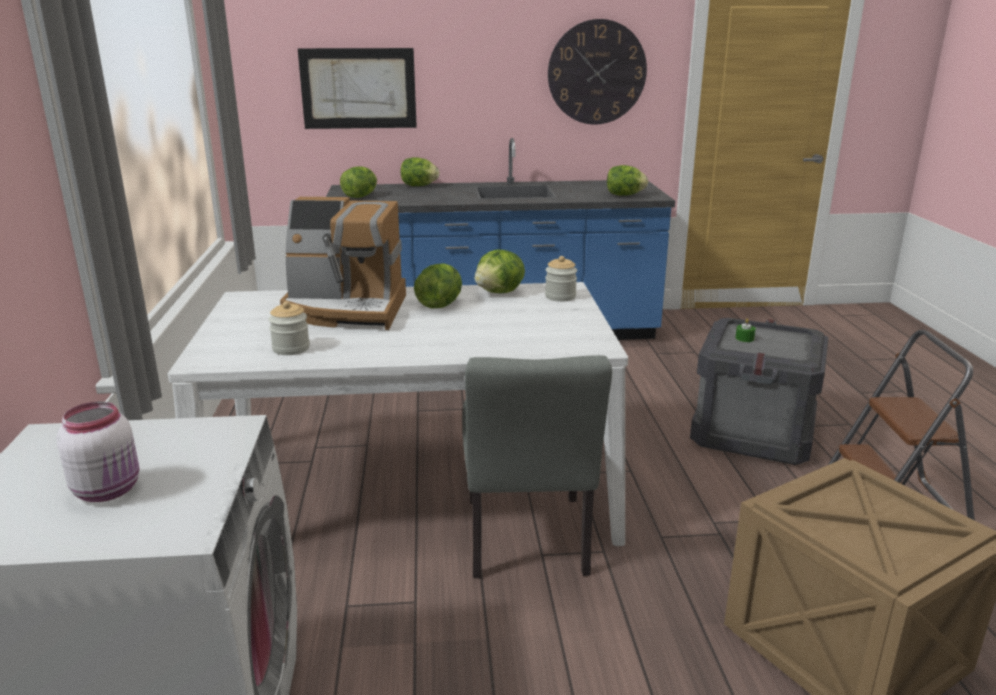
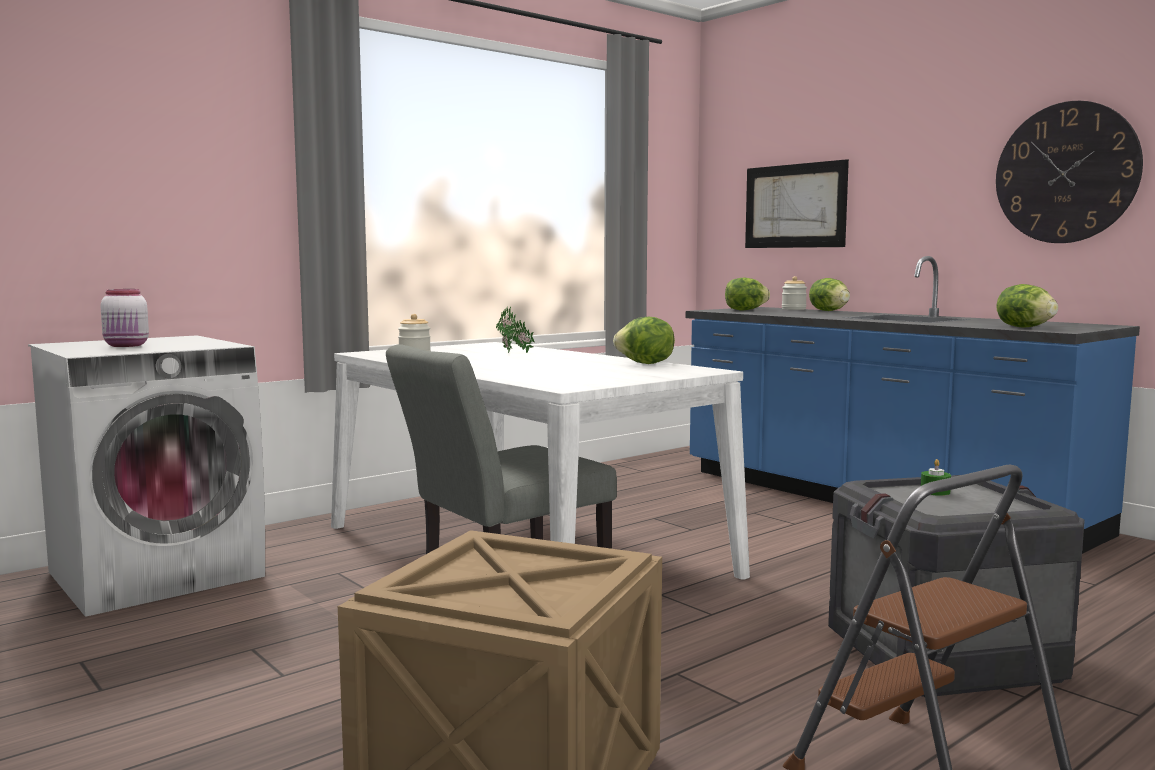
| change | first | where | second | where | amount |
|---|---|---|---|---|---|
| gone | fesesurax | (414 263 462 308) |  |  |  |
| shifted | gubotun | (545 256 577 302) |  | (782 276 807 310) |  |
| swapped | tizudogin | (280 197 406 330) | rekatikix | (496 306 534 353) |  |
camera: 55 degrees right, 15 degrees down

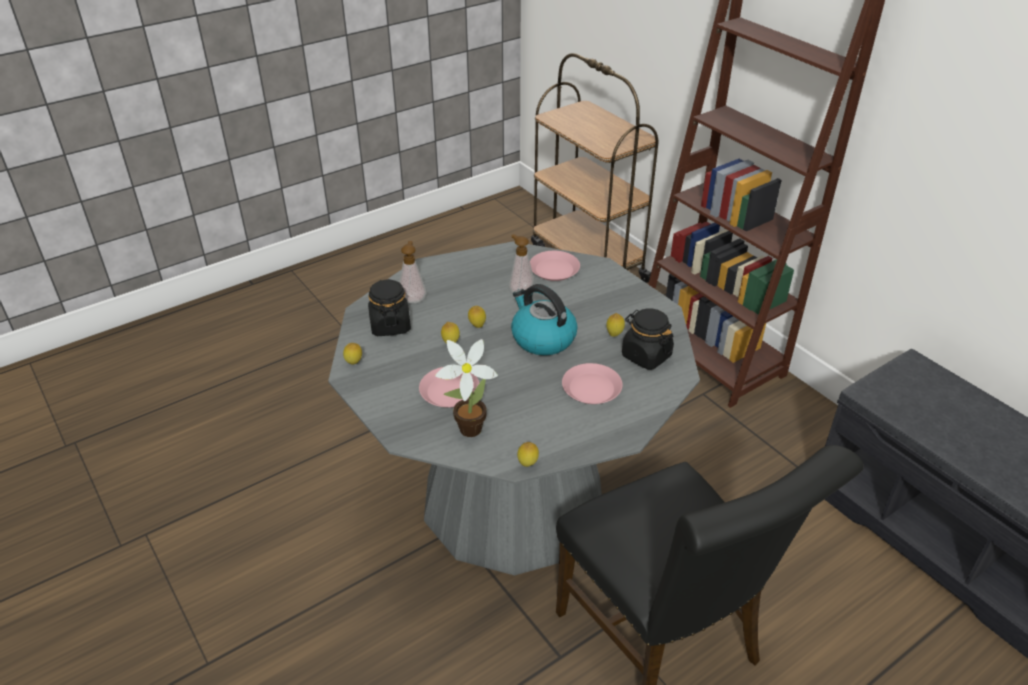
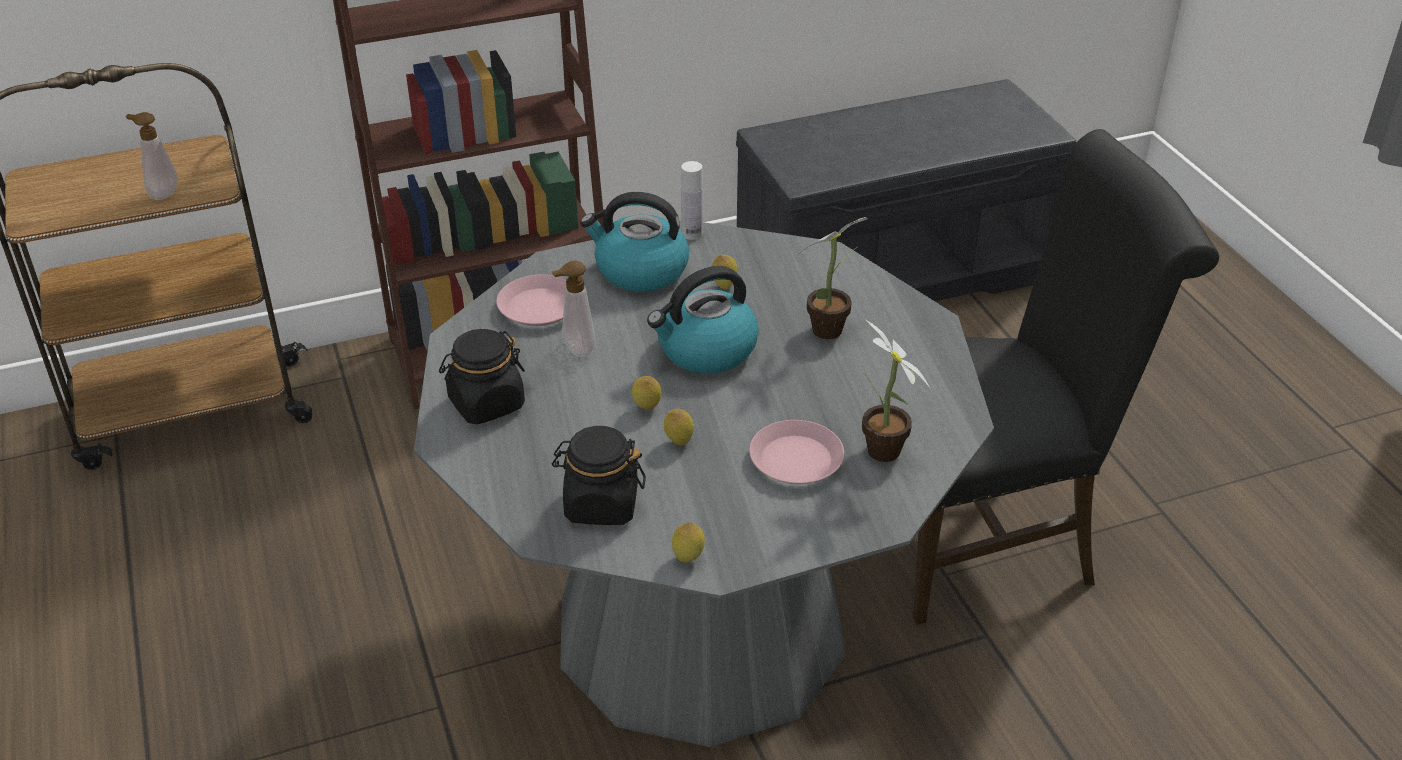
| change | first | where | second | where | amount |
|---|---|---|---|---|---|
| gone | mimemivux | (517 442 539 467) |  |  |  |
| new |  |  | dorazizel | (580 192 689 292) |  |
| new |  |  | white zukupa | (681 161 703 240) |  |
| shifted | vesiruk | (399 241 427 303) |  | (126 112 178 200) |  |
| shifted | black gubotun | (622 308 674 369) |  | (439 329 525 424) |  |
| swapped | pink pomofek | (562 363 623 404) | rekatikix | (797 217 868 339) |  |
camera: 75 degrees left, 0 degrees up

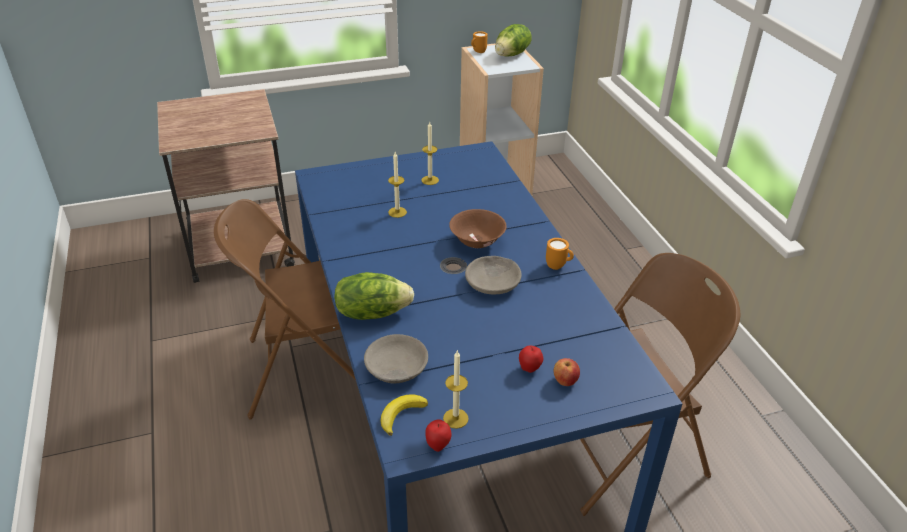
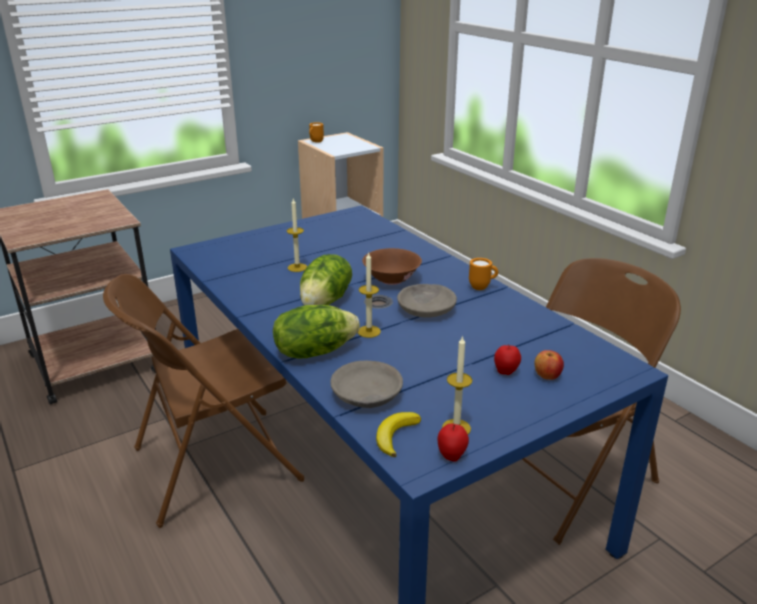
| change | first | where | second | where | amount |
|---|---|---|---|---|---|
| shifted | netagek | (421 122 439 185) |  | (358 252 381 338) |  |
| shifted | fesesurax | (495 24 532 56) |  | (300 254 352 305) |  |
camera: 15 degrees left, 10 degrees down

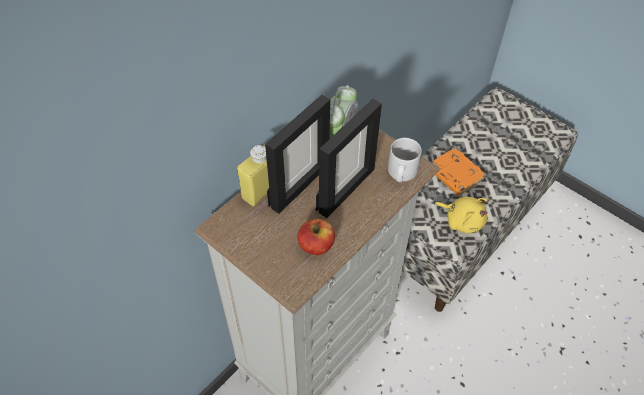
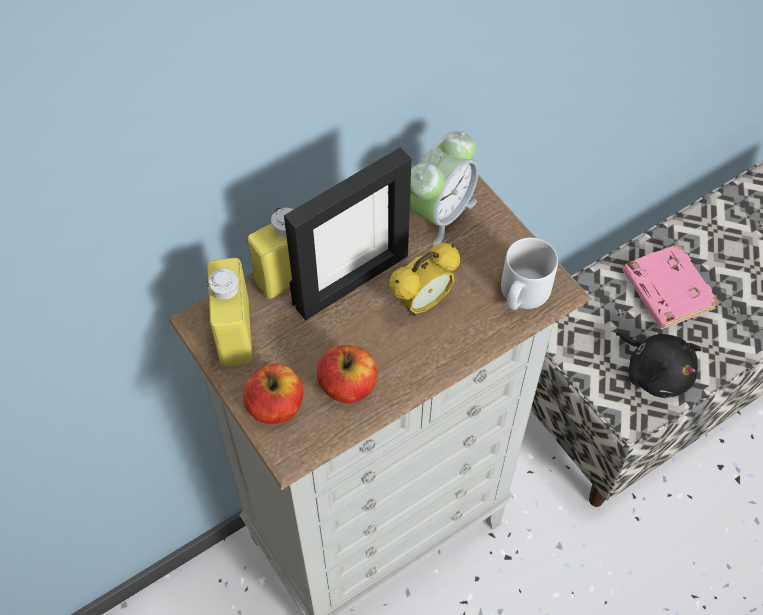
| change | first | where | second | where | amount |
|---|---|---|---|---|---|
| new |  |  | yellow zukupa | (207 258 253 366) |  |
| new |  |  | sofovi | (243 364 304 424) |  |
| swapped | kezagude | (316 99 382 218) | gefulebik | (389 243 460 316) |  |
| repainted | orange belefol | (432 147 486 196) | pink belefol | (623 244 719 329) |  |
| repainted | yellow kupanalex | (435 197 488 233) | black kupanalex | (616 331 702 398) |  |
camera: 15 degrees right, 5 degrees up

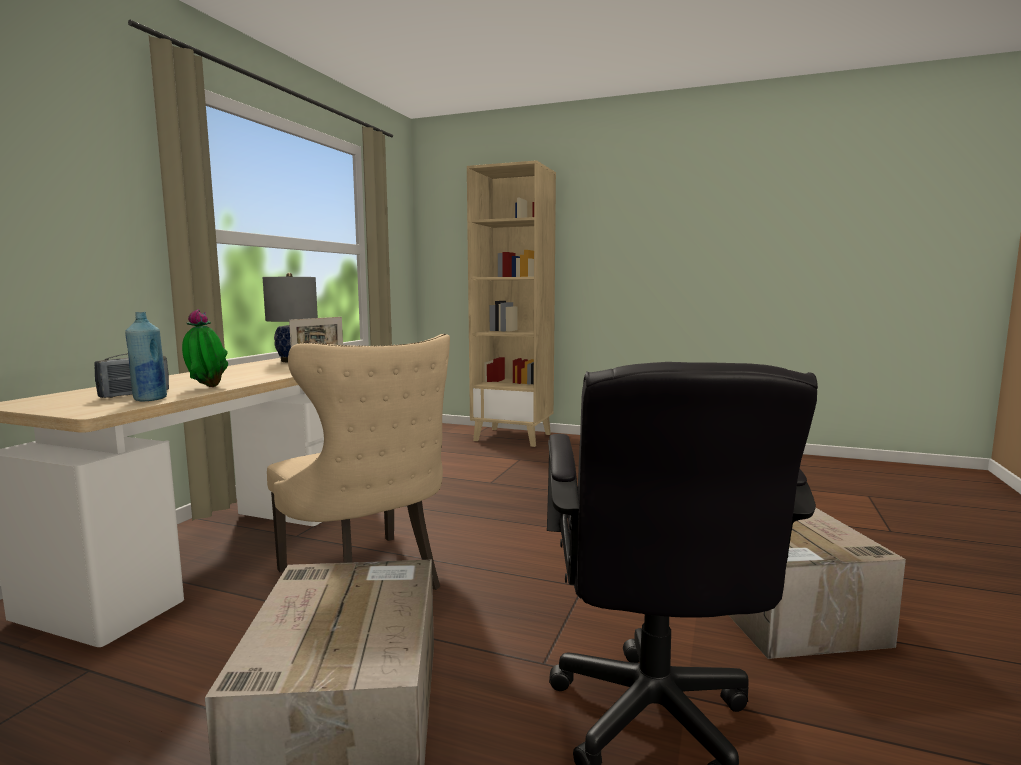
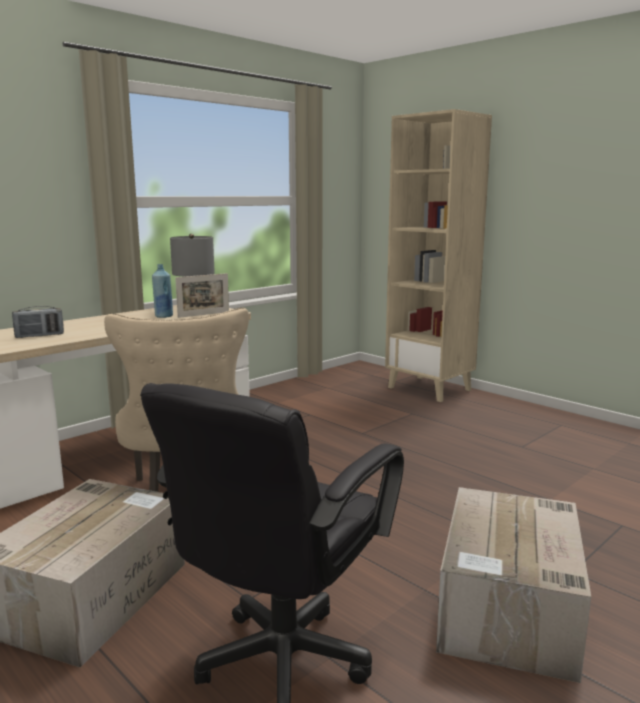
| change | first | where | second | where | amount |
|---|---|---|---|---|---|
| gone | rekatikix | (182 309 228 387) |  |  |  |
| shifted | blue zukupa | (125 312 167 402) |  | (152 264 173 318) |  |
camera: 25 degrees right, 5 degrees up

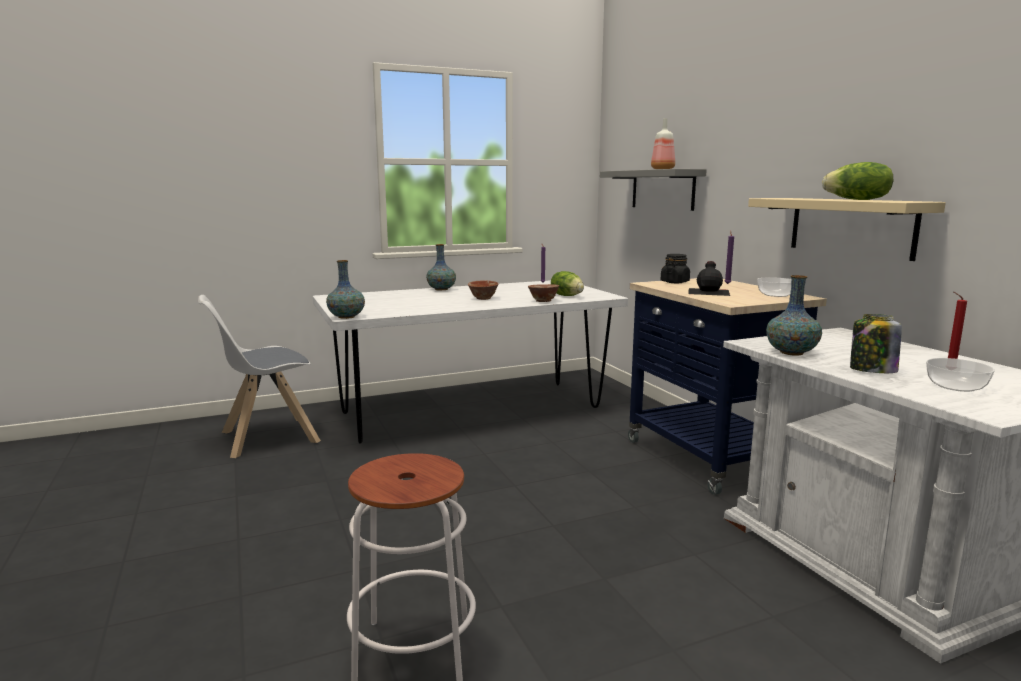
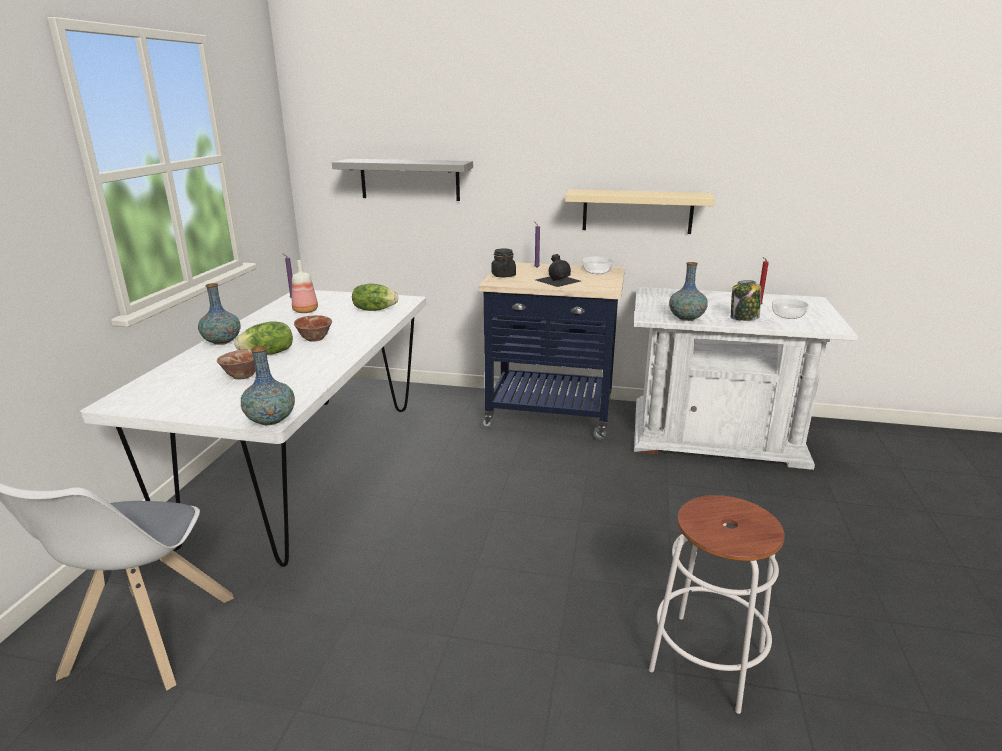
| change | first | where | second | where | amount |
|---|---|---|---|---|---|
| shifted | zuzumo | (528 284 559 302) |  | (217 349 256 380) |  |
| shifted | zukupa | (651 118 675 169) |  | (292 260 318 313) |  |
| shifted | fesesurax | (822 162 893 200) |  | (234 322 293 355) |  |
camera: 55 degrees left, 10 degrees up

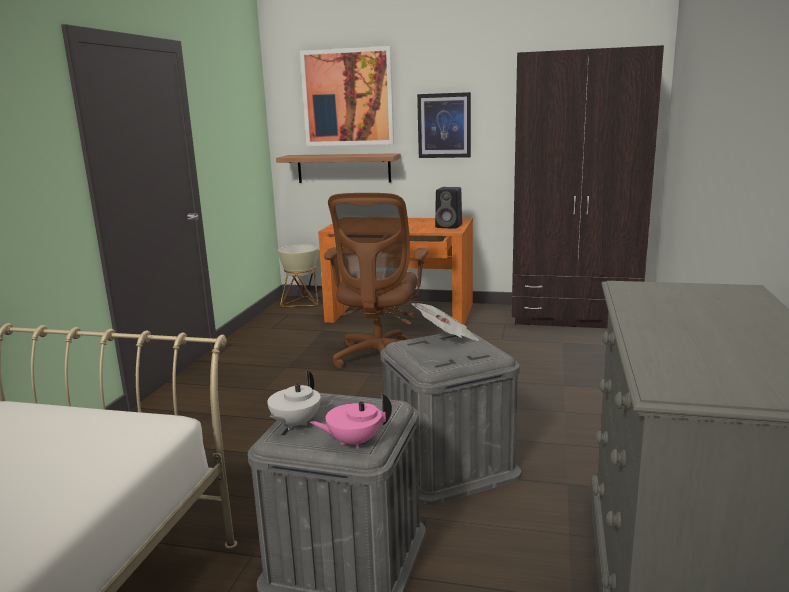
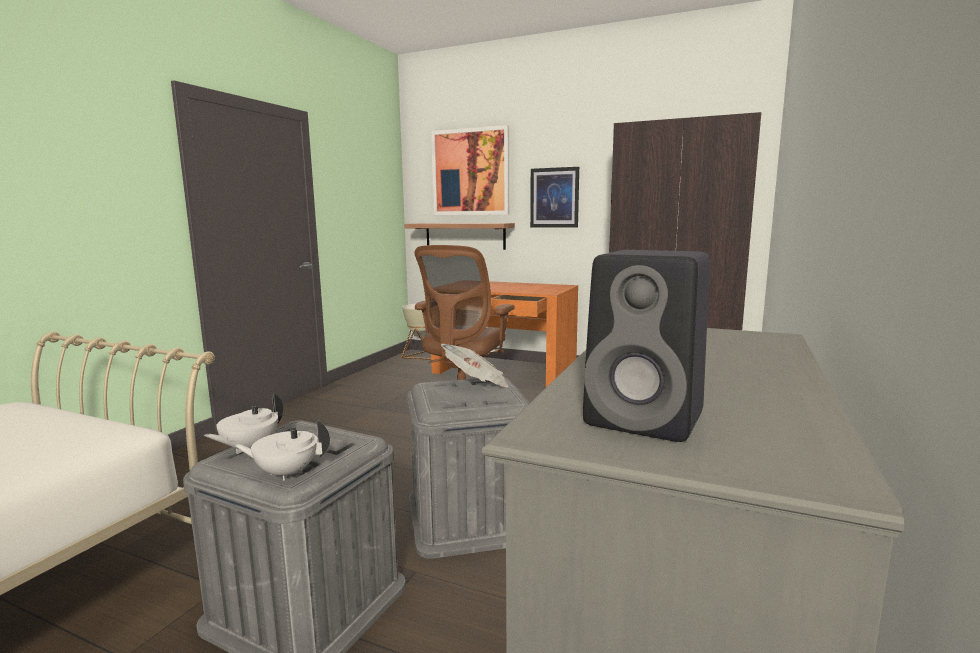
| change | first | where | second | where | amount |
|---|---|---|---|---|---|
| shifted | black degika | (435 187 462 229) |  | (583 250 710 442) |  |
| repainted | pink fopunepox | (310 393 392 449) | white fopunepox | (234 420 330 481) |  |
camera: 10 degrees right, 5 degrees down

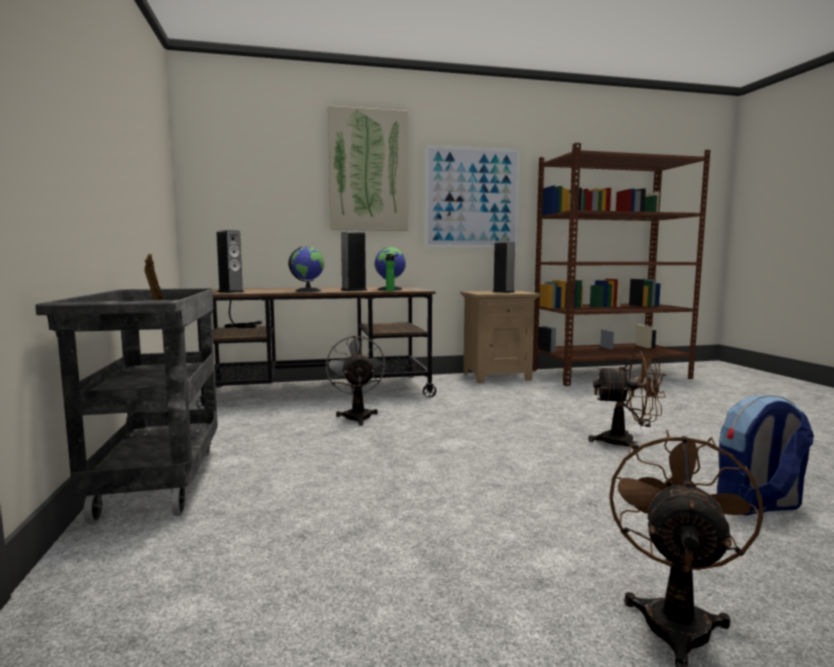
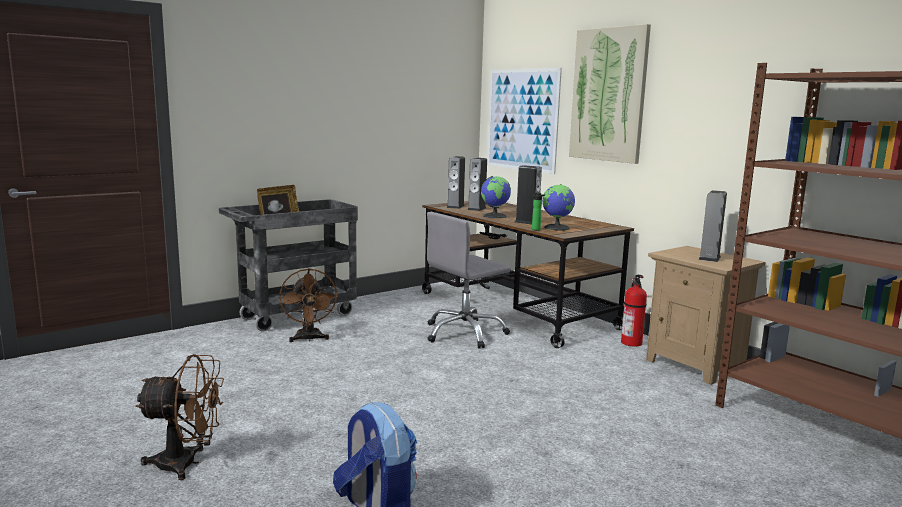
| change | first | where | second | where | amount |
|---|---|---|---|---|---|
| new |  |  | degika | (467 158 487 211) |  |
| new |  |  | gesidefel | (621 275 647 347) |  |
| shifted | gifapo | (424 144 520 248) |  | (487 68 562 174) |  |
| shifted | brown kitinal | (588 350 666 451) |  | (279 268 338 342) |  |
| swapped | grey kitinal | (325 336 385 426) | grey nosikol | (427 212 511 348) |  |
camera: 65 degrees right, 5 degrees up

